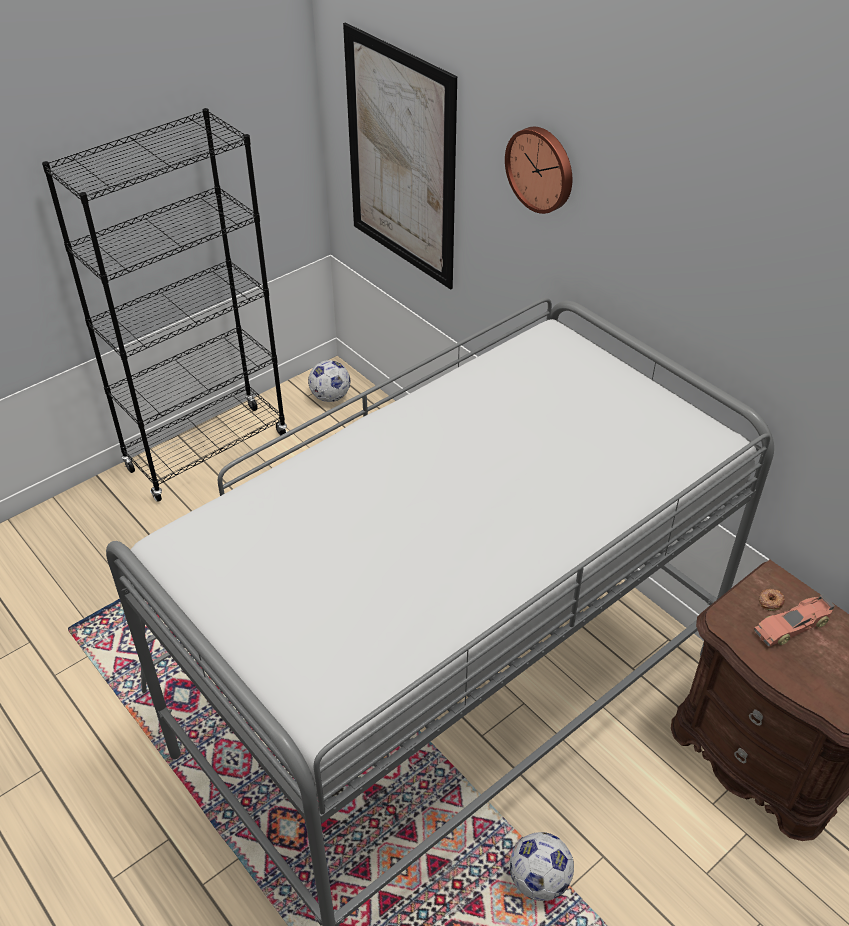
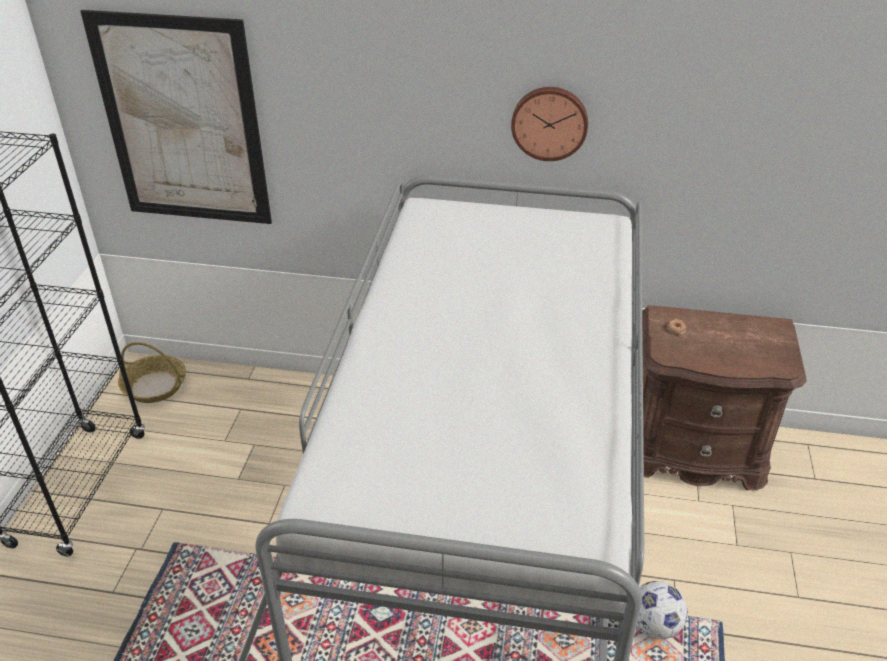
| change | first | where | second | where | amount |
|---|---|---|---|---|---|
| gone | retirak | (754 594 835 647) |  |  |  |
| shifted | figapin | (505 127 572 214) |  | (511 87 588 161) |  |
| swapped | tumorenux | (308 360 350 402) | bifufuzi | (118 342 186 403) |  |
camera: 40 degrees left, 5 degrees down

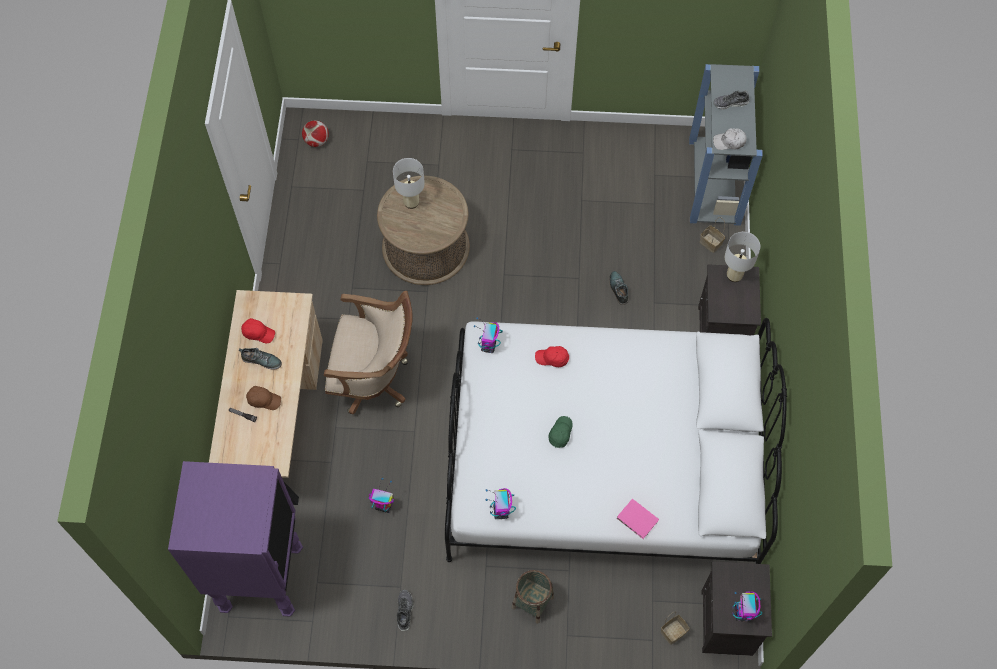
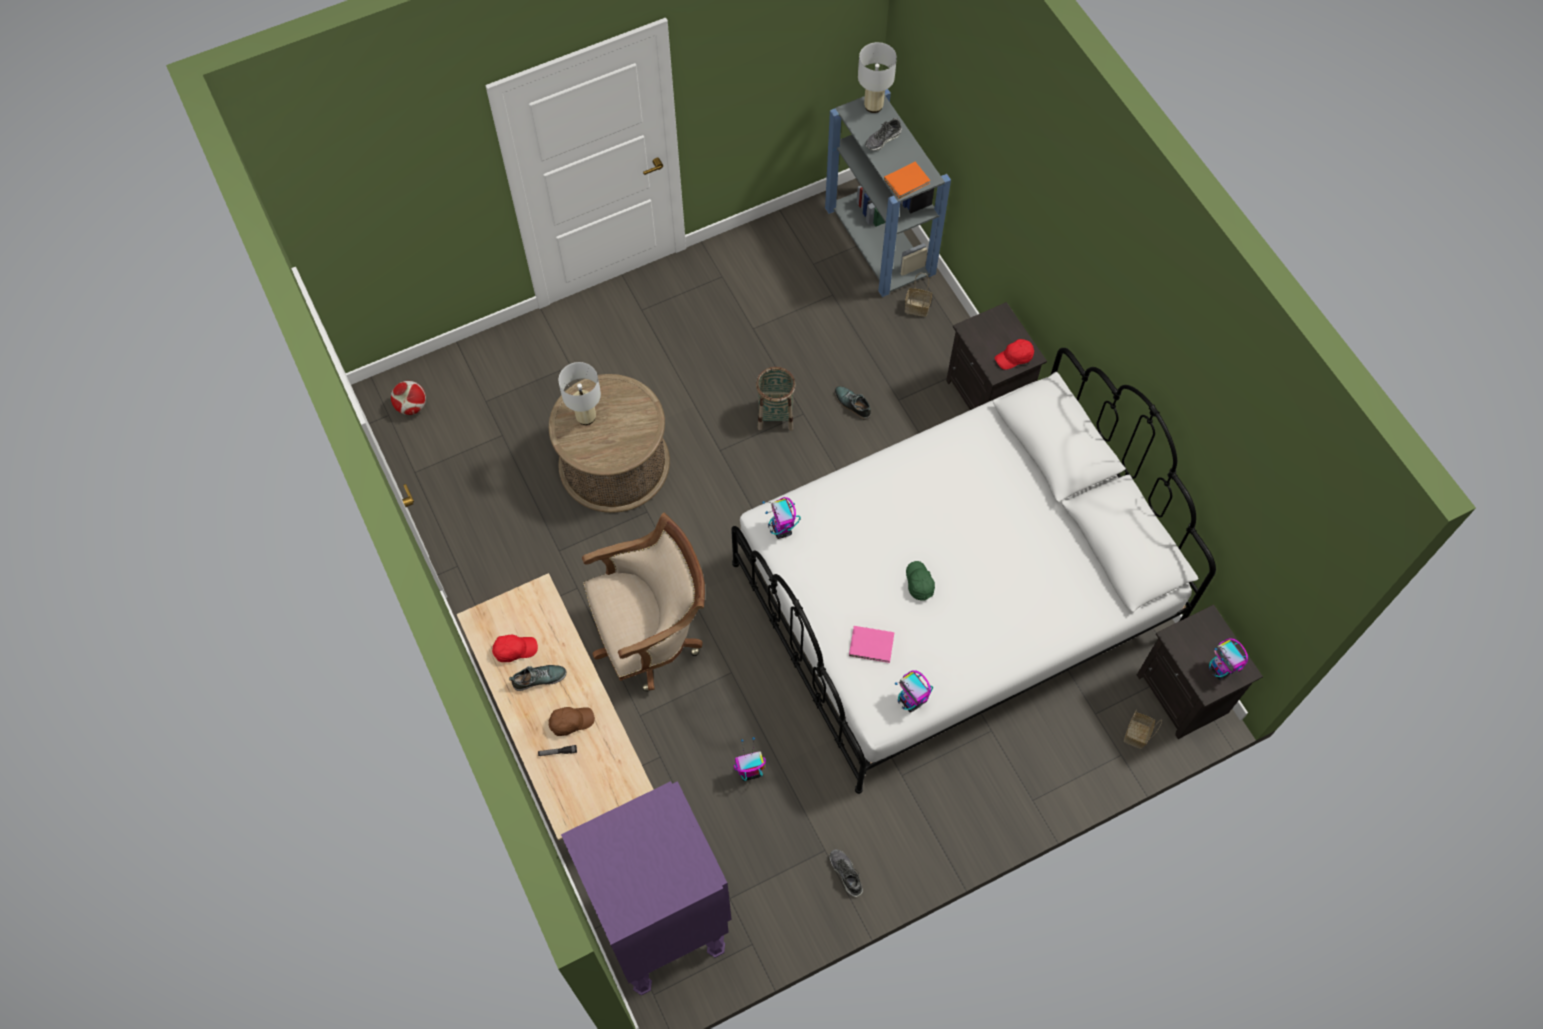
| change | first | where | second | where | amount |
|---|---|---|---|---|---|
| shifted | bifufuzi | (511 570 554 624) |  | (756 367 796 431) |  |
| shifted | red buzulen | (535 346 569 367) |  | (995 339 1034 370) |  |
| shifted | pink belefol | (617 499 659 539) |  | (849 626 895 663) |  |
| shifted | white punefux | (725 232 760 282) |  | (858 42 897 113) |  |
| swapped | white buzulen | (713 128 747 150) | orange belefol | (884 162 931 199) |  |
camera: 30 degrees left, 0 degrees up

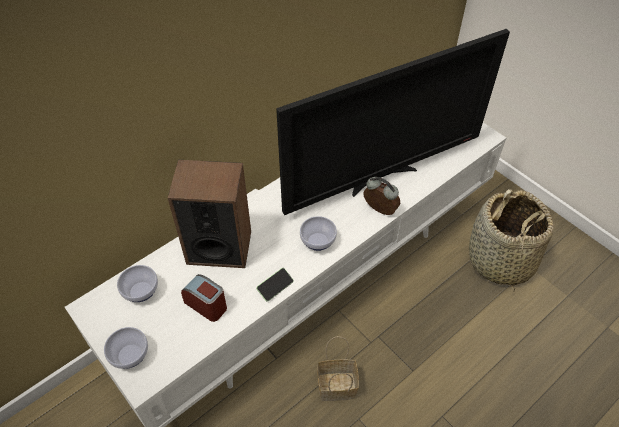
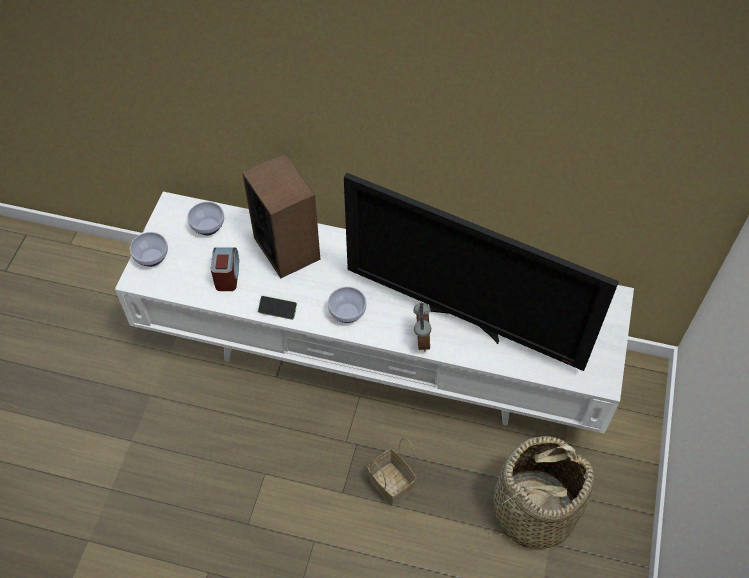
| change | first | where | second | where | amount |
|---|---|---|---|---|---|
| shifted | bifufuzi | (317 336 359 401) |  | (367 438 416 506) |  |
camera: 55 degrees right, 5 degrees up

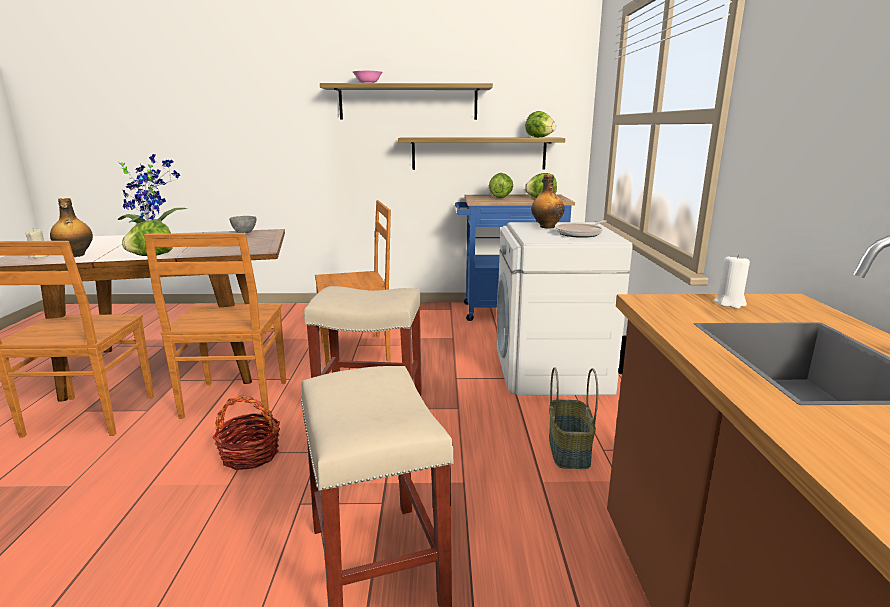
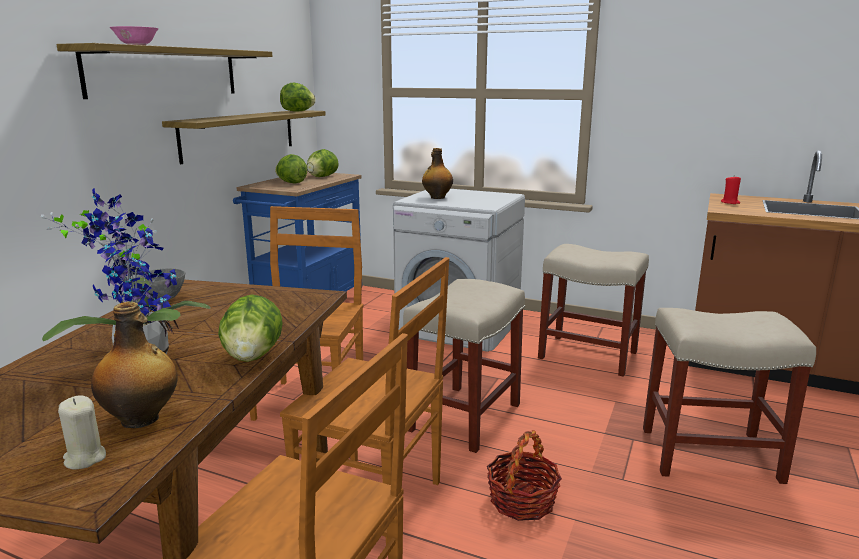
| change | first | where | second | where | amount |
|---|---|---|---|---|---|
| gone | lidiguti | (555 220 607 238) |  |  |  |
| swapped | bifufuzi | (549 367 598 469) | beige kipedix | (538 244 649 377) |  |
| repainted | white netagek | (714 254 750 309) | red netagek | (721 177 741 204) |  |
camera: 65 degrees left, 0 degrees up

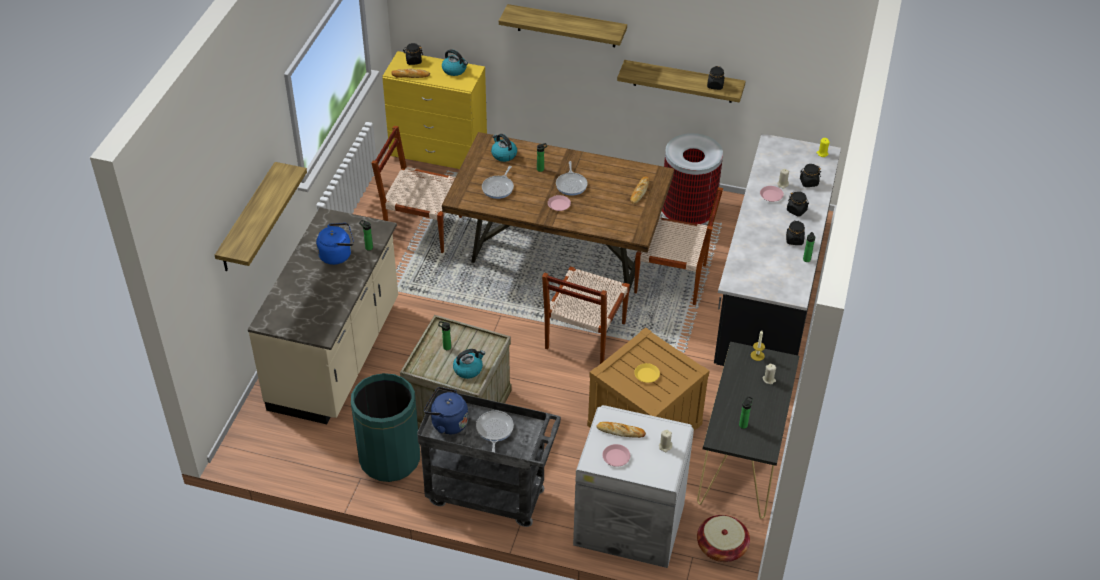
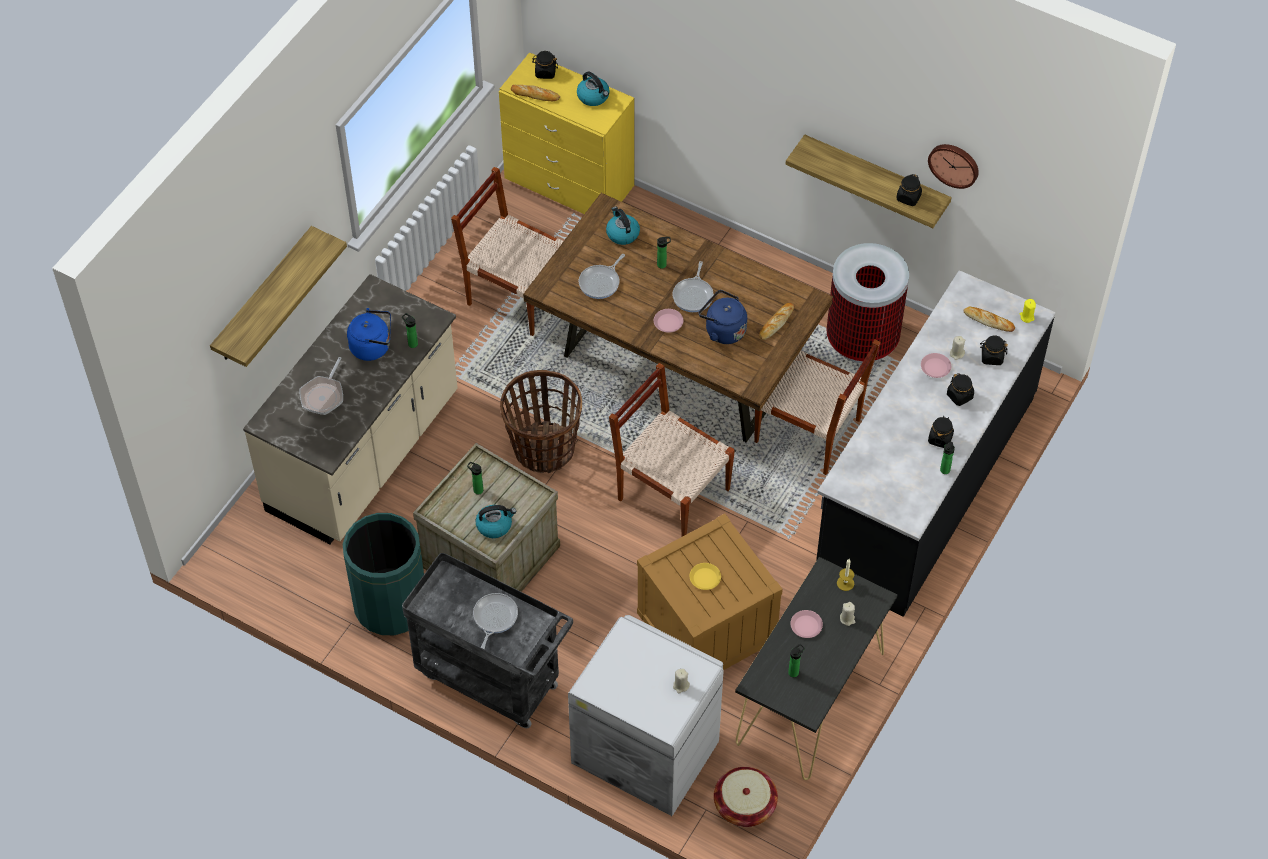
| change | first | where | second | where | amount |
|---|---|---|---|---|---|
| gone | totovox | (499 4 627 47) |  |  |  |
| new |  |  | lidiguti | (300 357 343 415) |  |
| new |  |  | bifufuzi | (500 370 582 473) |  |
| new |  |  | figapin | (928 144 979 189) |  |
| shifted | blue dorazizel | (424 387 468 435) |  | (699 290 747 344) |  |
| shifted | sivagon | (596 422 646 438) |  | (963 306 1015 332) |  |
| shifted | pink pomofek | (602 444 630 467) |  | (791 610 823 638) |  |
| rotated | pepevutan | (542 266 630 364) |  | (609 363 735 537) | 90 degrees clockwise |
camera: 15 degrees right, 10 degrees up

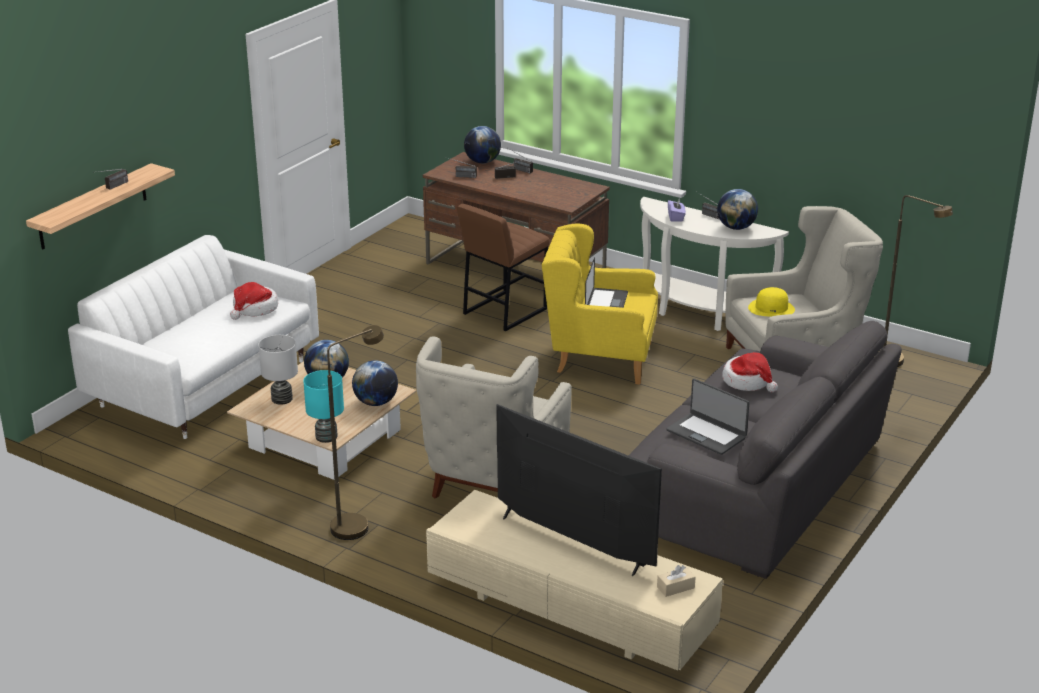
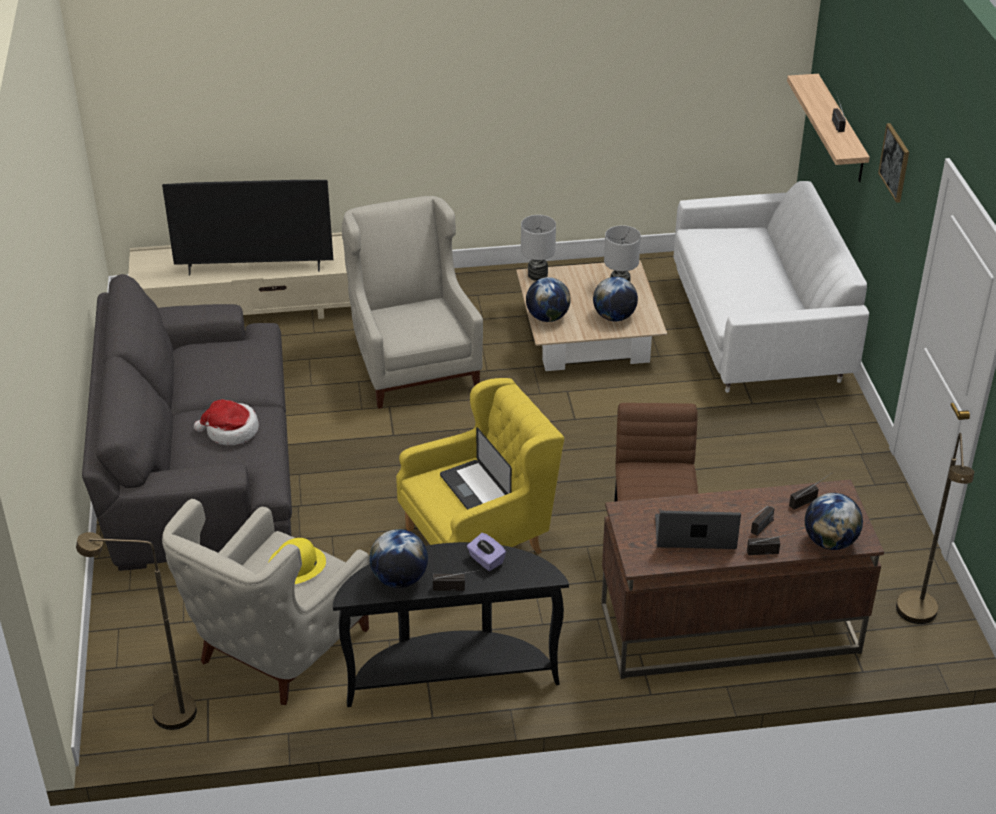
| change | first | where | second | where | amount |
|---|---|---|---|---|---|
| gone | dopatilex | (230 282 278 320) |  |  |  |
| gone | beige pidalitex | (657 565 695 597) |  |  |  |
| new |  |  | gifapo | (878 123 909 203) |  |
| shifted | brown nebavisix | (327 325 384 540) |  | (896 433 974 624) |  |
| shifted | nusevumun | (666 378 750 455) |  | (655 511 741 549) |  |
| repainted | turquoise punefux | (303 370 344 443) | grey punefux | (521 215 556 281) |  |
| repainted | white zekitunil | (640 197 789 331) | black zekitunil | (333 542 569 707) |  |
camera: 140 degrees right, 10 degrees up

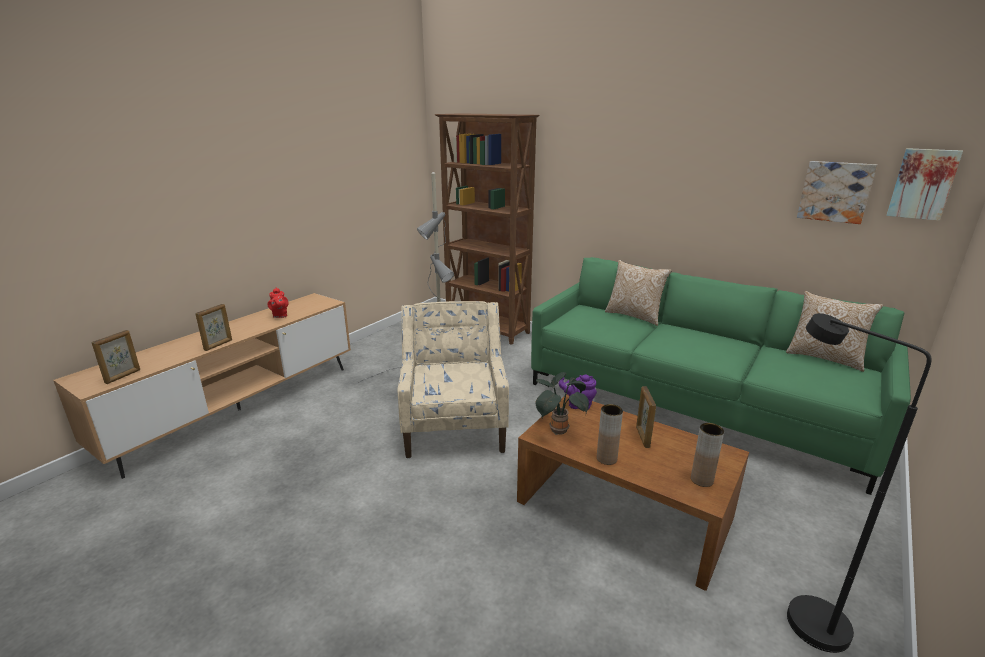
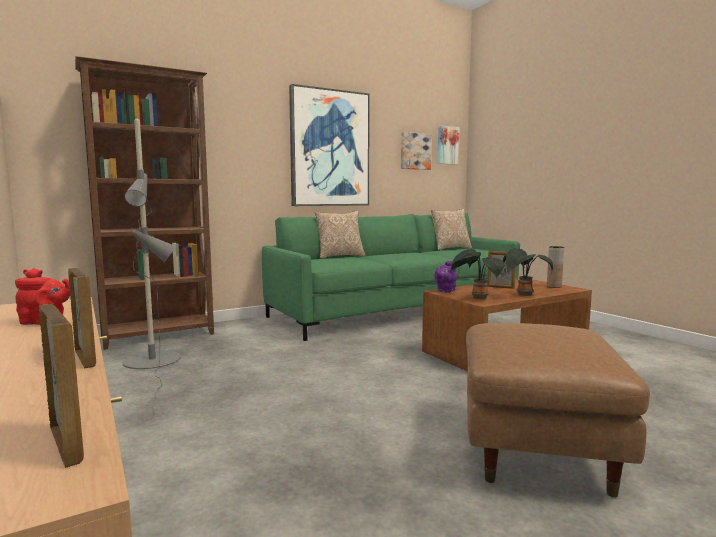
| change | first | where | second | where | amount |
|---|---|---|---|---|---|
| gone | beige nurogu | (398 301 509 458) |  |  |  |
| gone | black nebavisix | (787 313 932 653) |  |  |  |
| new |  |  | gifapo | (289 84 370 206) |  |
| new |  |  | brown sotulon | (466 323 650 497) |  |
| swapped | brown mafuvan | (597 404 623 465) | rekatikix | (503 248 553 296) |  |
camera: 65 degrees left, 15 degrees down

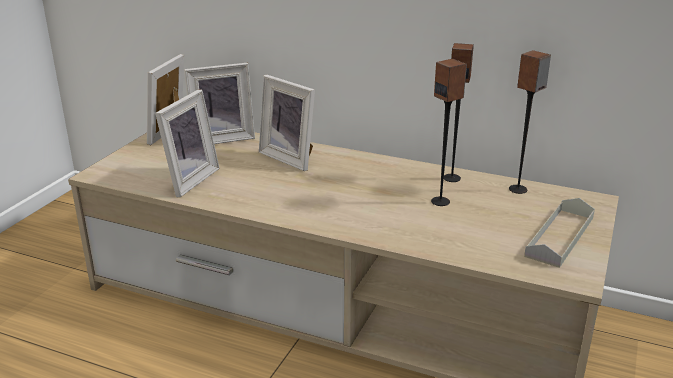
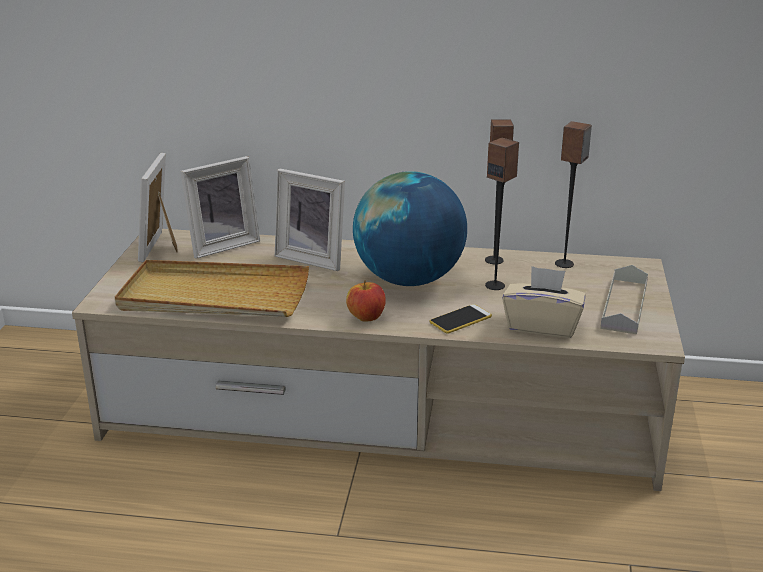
| change | first | where | second | where | amount |
|---|---|---|---|---|---|
| new |  |  | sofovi | (346 280 386 321) |  |
| new |  |  | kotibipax | (353 171 467 286) |  |
| new |  |  | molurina | (429 304 492 334) |  |
| new |  |  | beige pidalitex | (502 266 586 338) |  |
| swapped | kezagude | (155 90 220 198) | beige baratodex | (115 260 309 317) |  |
camera: 15 degrees left, 0 degrees up

